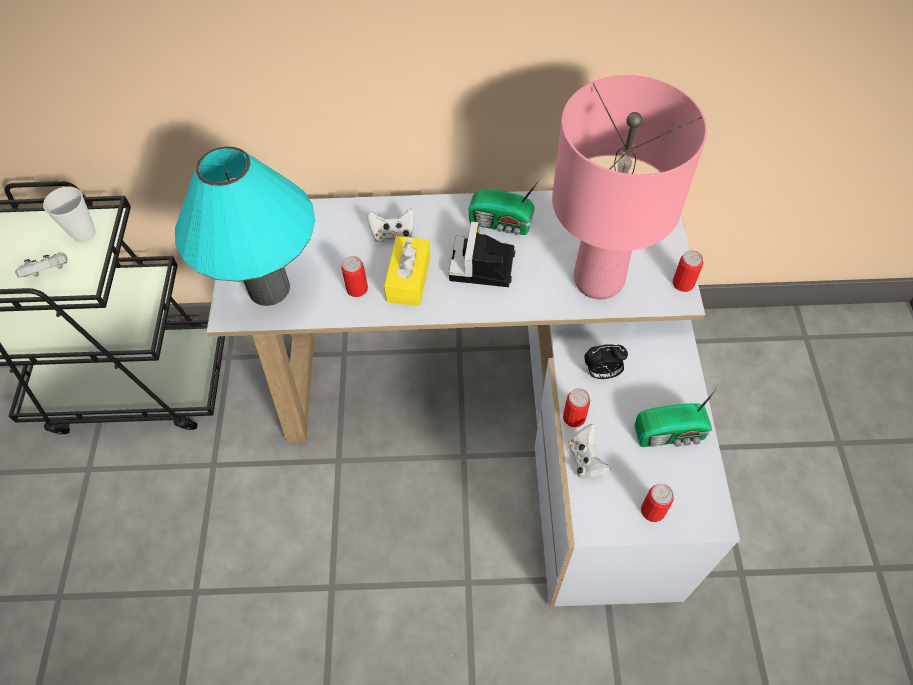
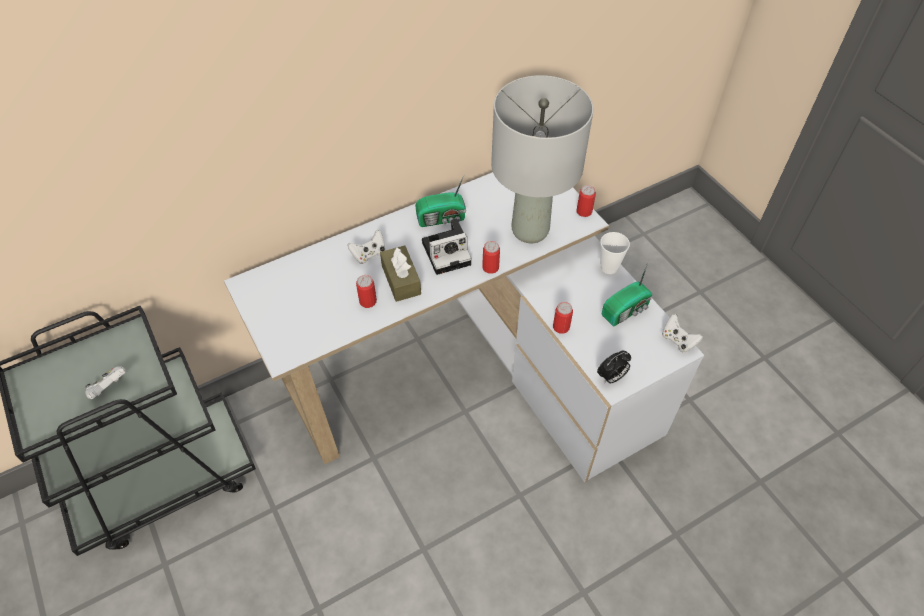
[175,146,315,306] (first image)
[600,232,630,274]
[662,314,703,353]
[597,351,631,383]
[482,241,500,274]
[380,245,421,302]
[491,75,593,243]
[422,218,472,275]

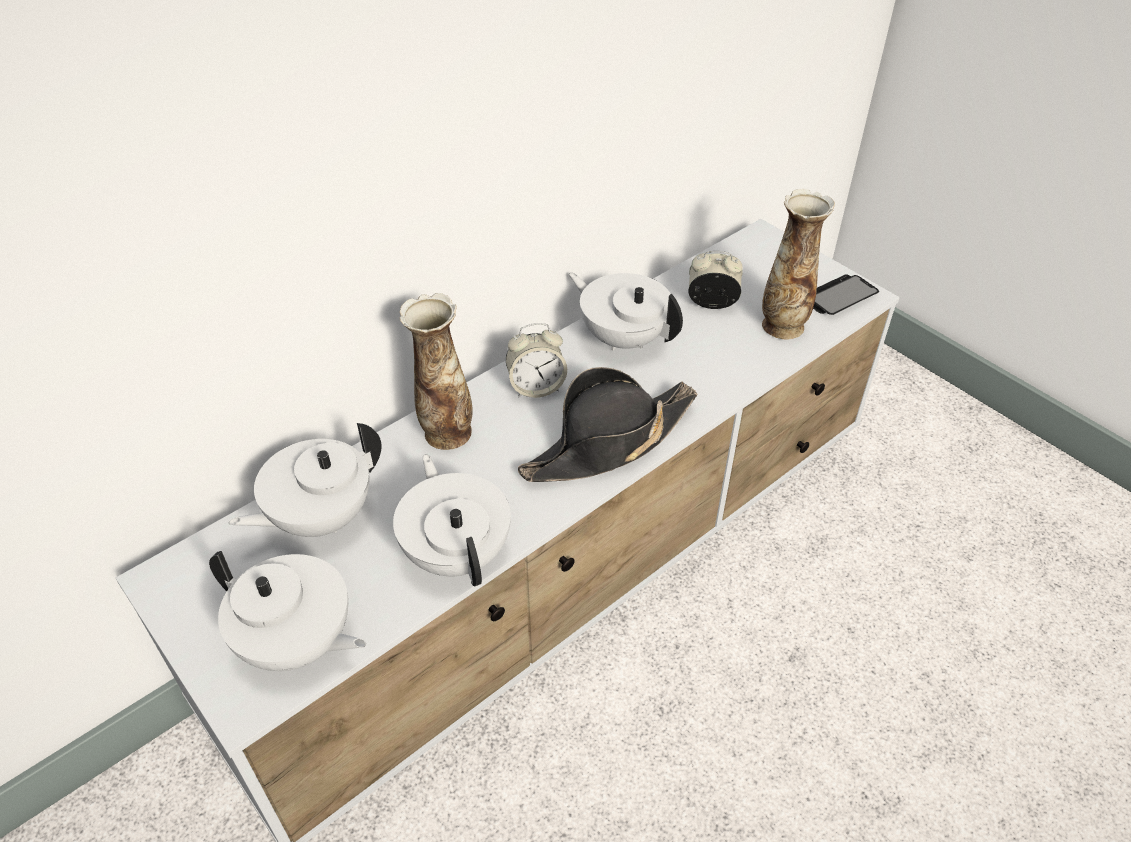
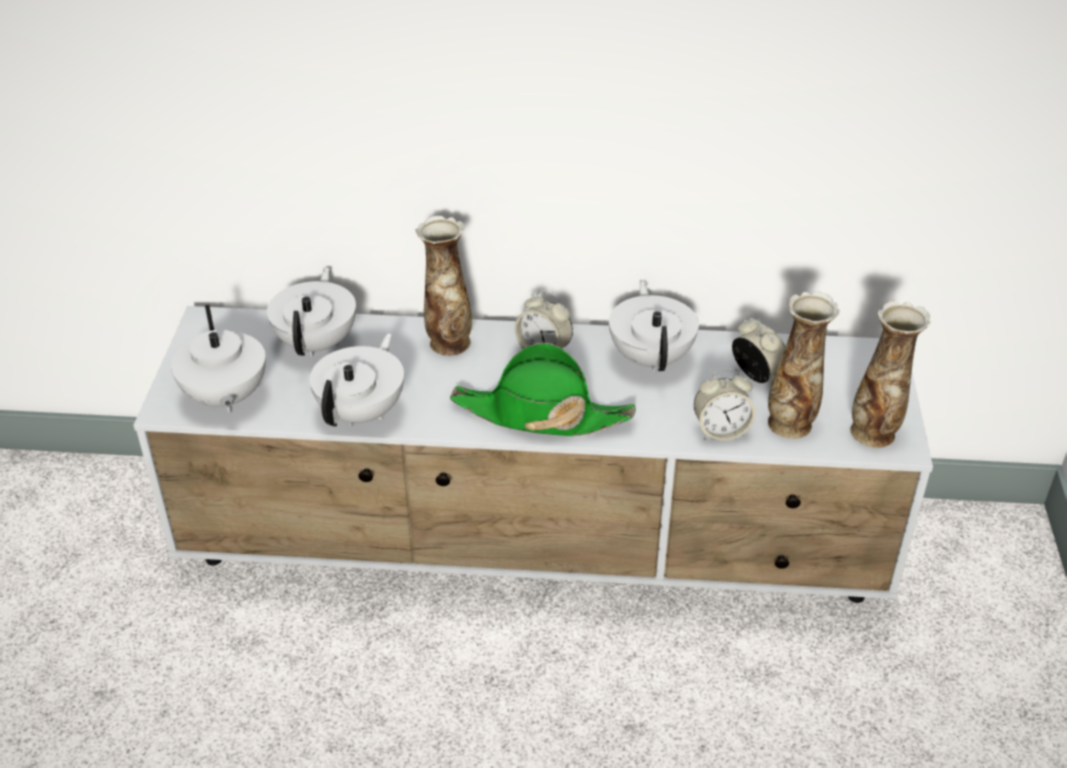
[694,369,756,441]
[851,301,930,448]
[450,343,636,436]
[267,267,356,357]

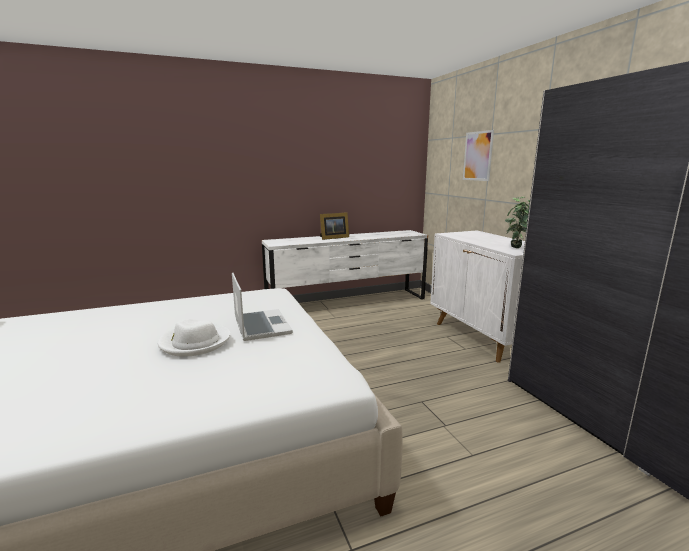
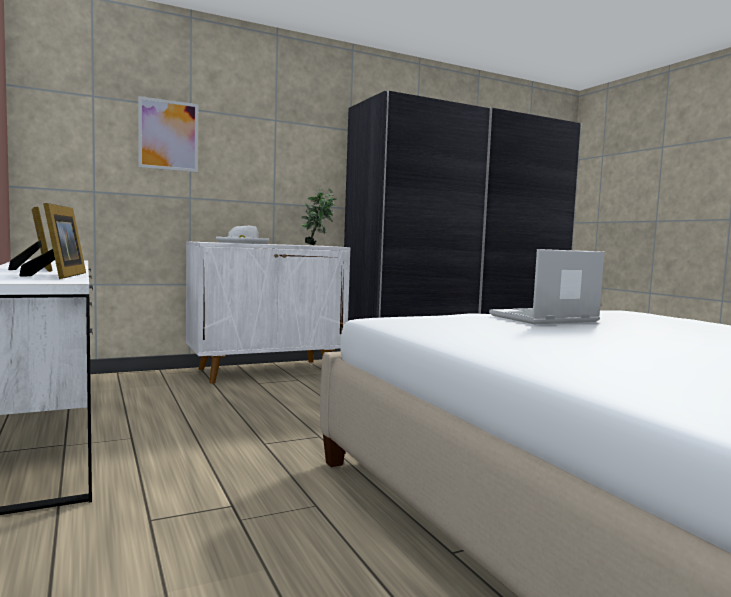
[19,203,86,279]
[216,226,269,244]

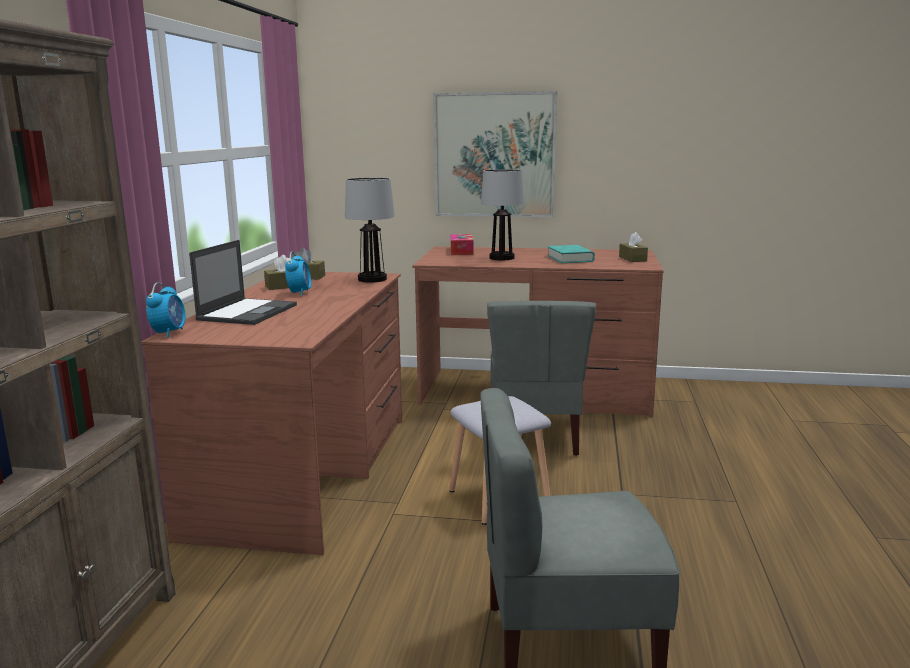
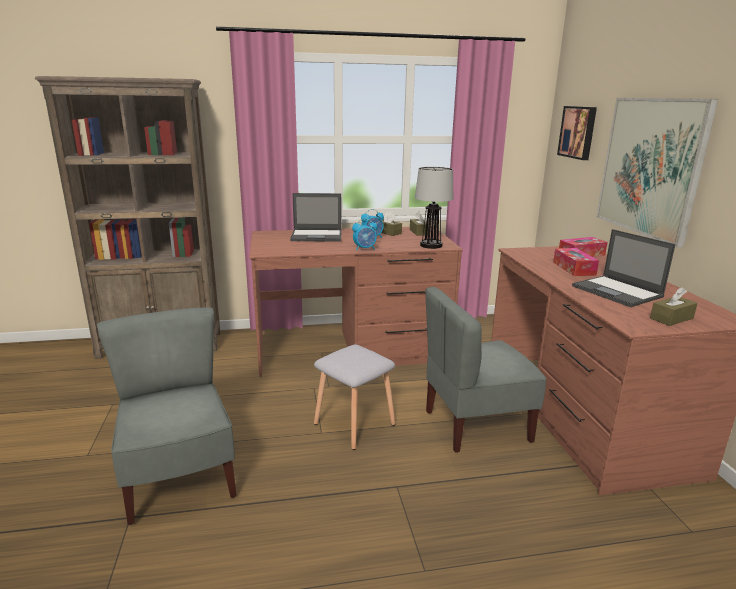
[557,106,597,160]
[352,218,377,251]
[553,248,599,276]
[572,229,676,307]

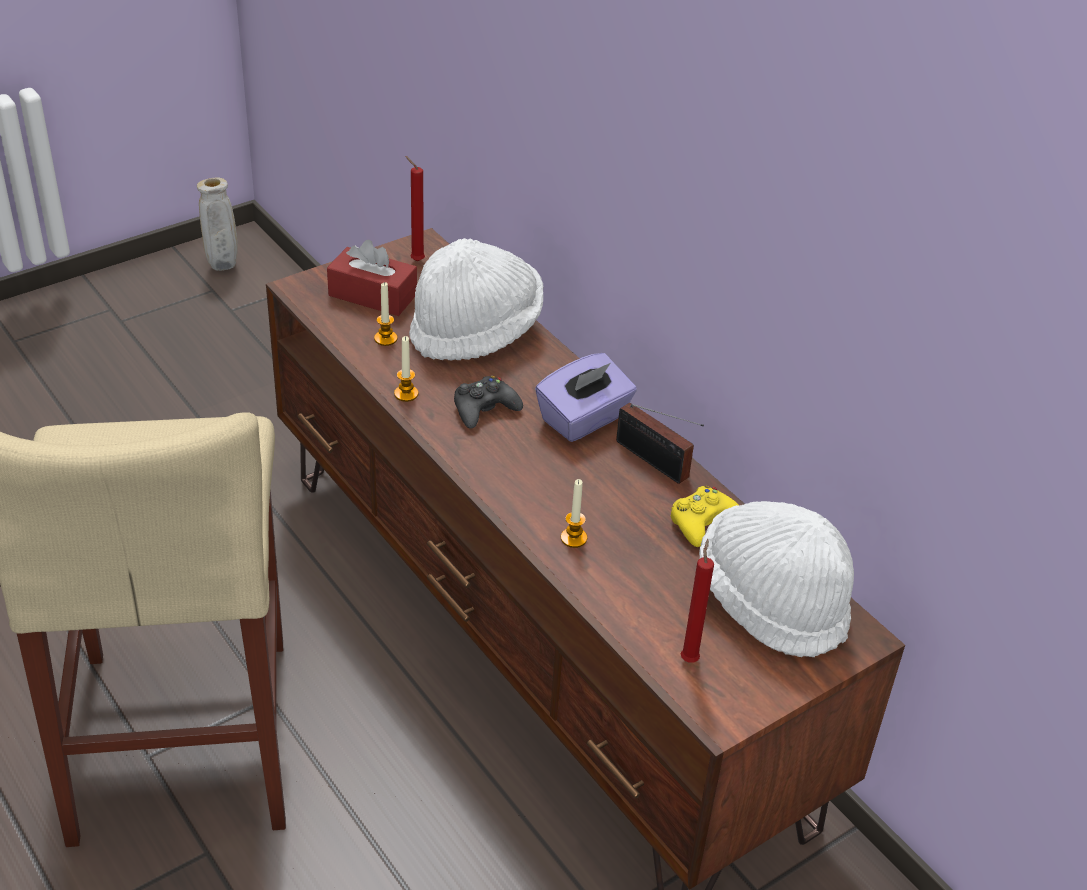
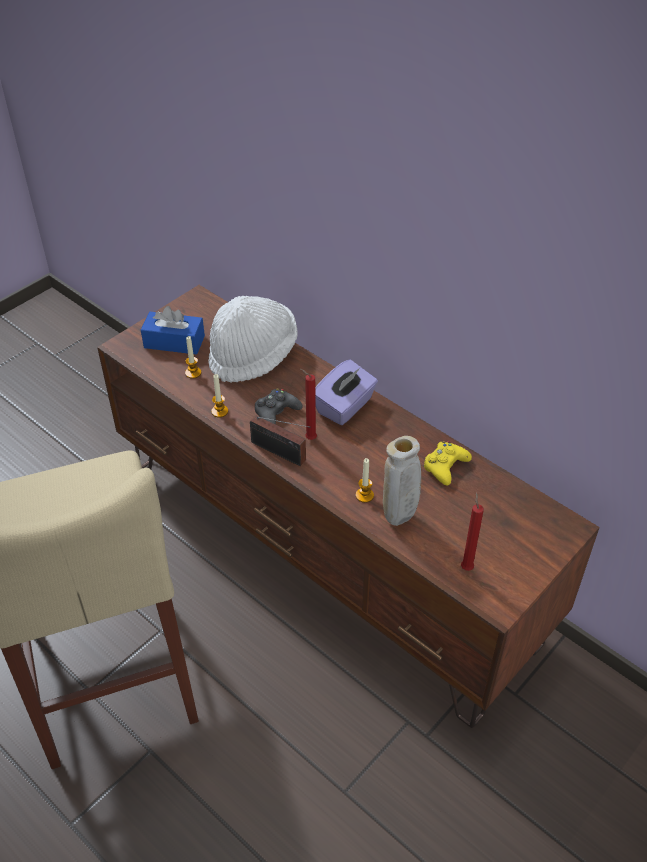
[699,501,854,657] (first image)
[383,436,421,526]
[300,369,317,440]
[250,416,310,466]
[141,306,205,355]

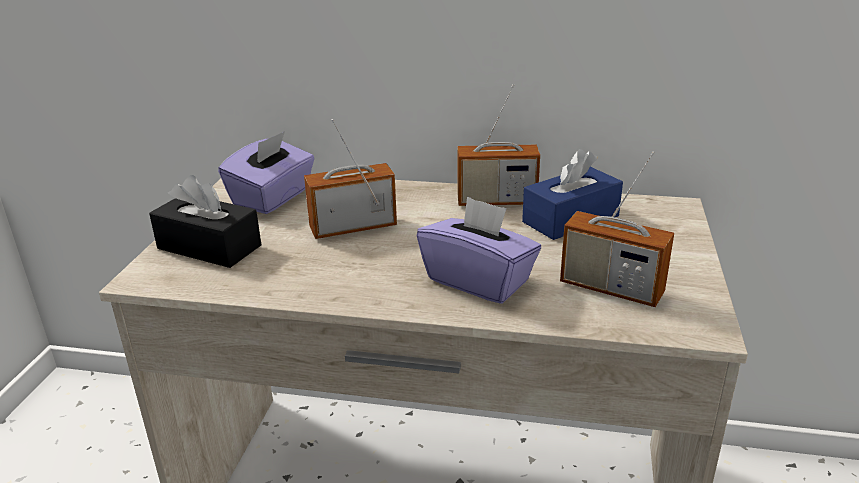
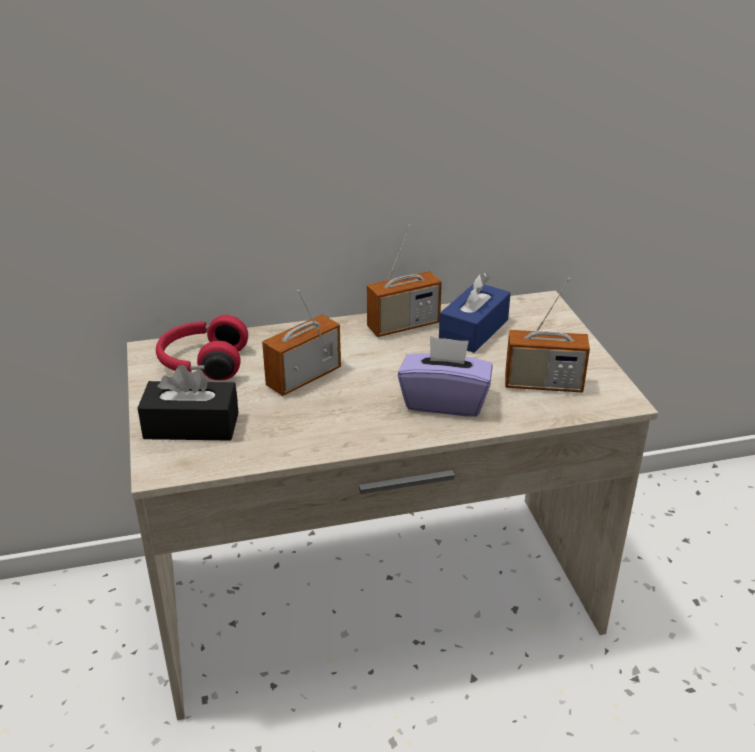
[156,315,248,381]

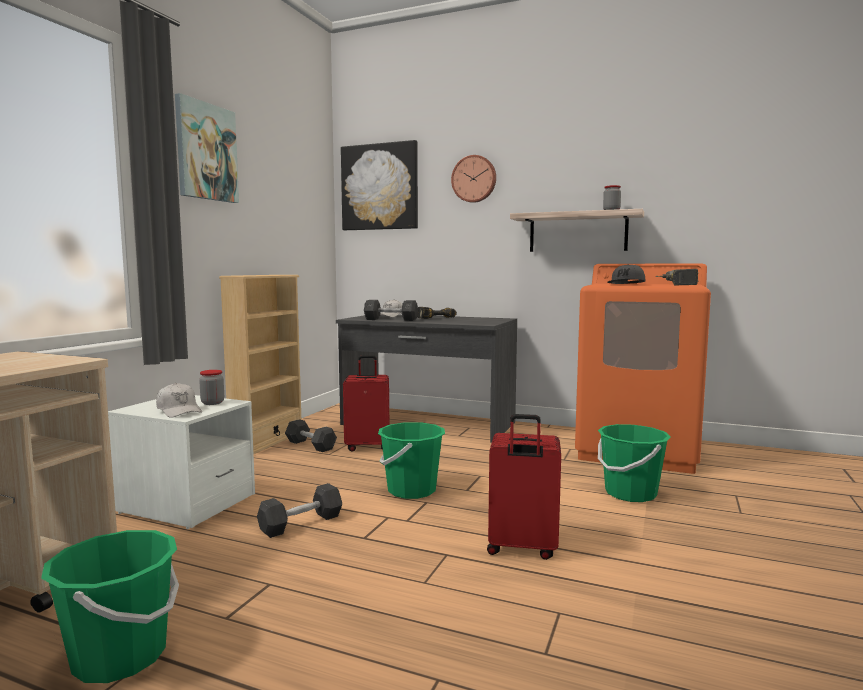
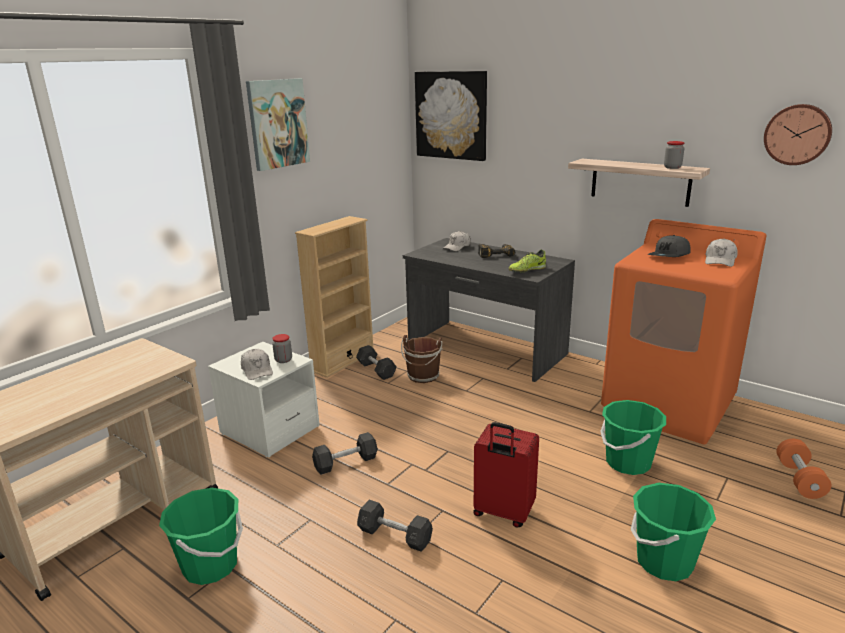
[508,250,546,272]
[776,439,831,499]
[357,500,433,552]
[631,483,716,581]
[764,104,832,165]
[401,335,443,383]
[705,238,738,267]

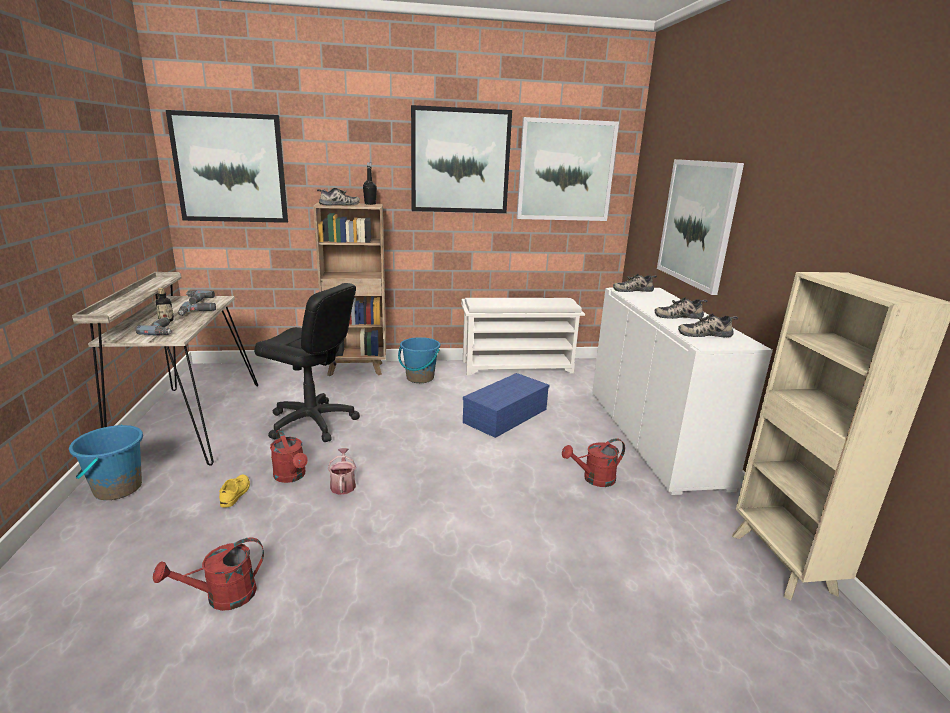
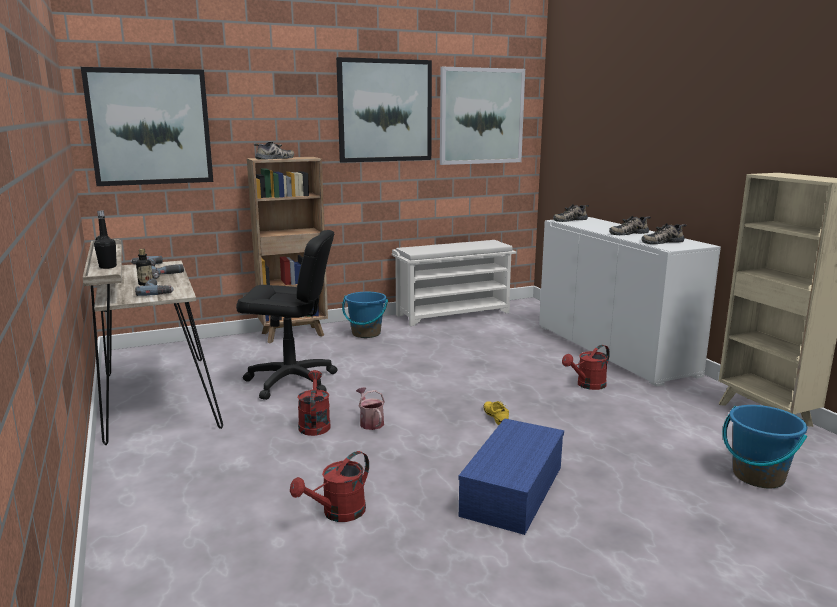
[657,159,744,295] (first image)
[723,405,807,488]
[484,401,509,425]
[94,211,117,269]
[458,418,564,535]
[298,370,330,436]

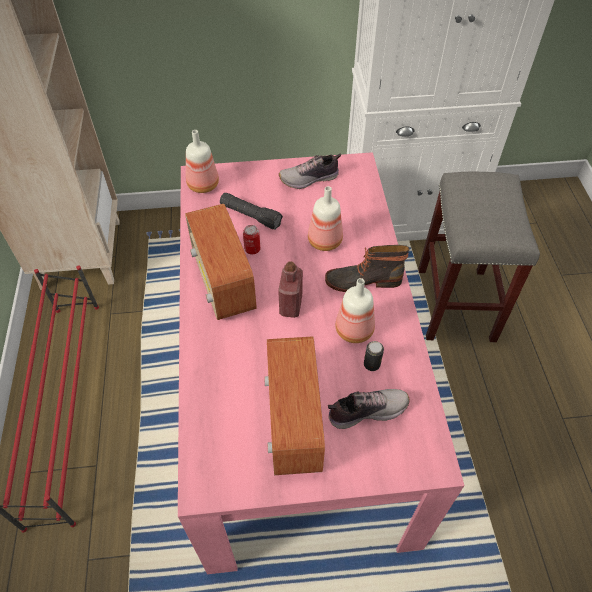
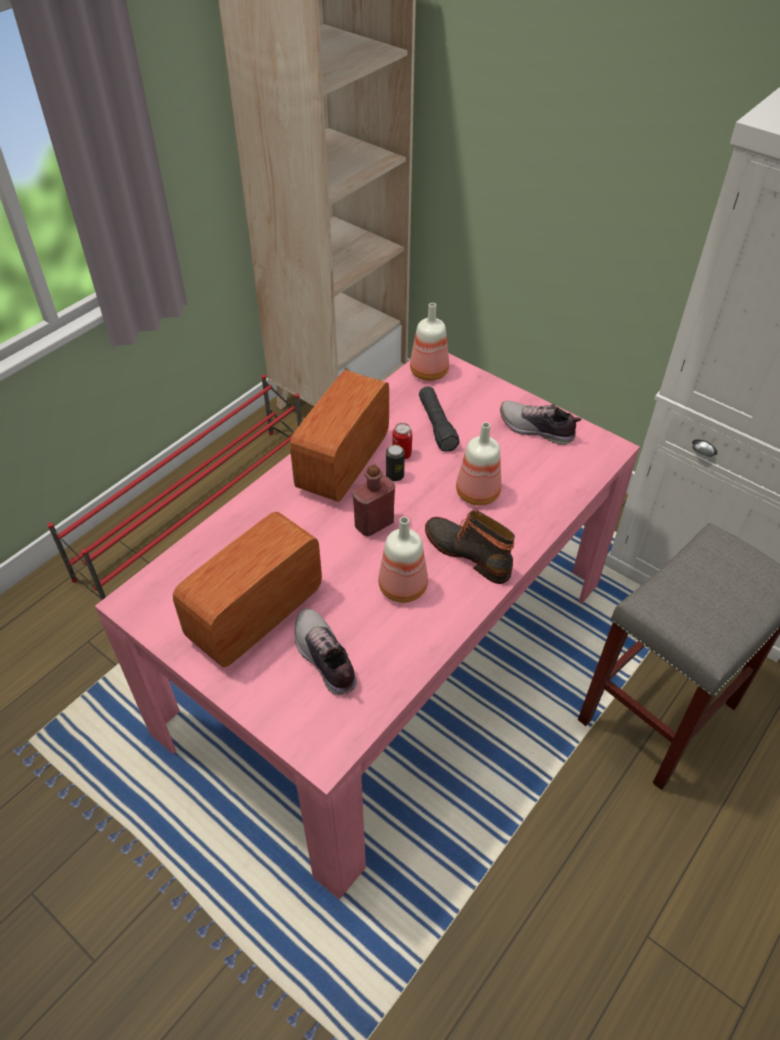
[386,445,405,481]
[295,608,357,695]

